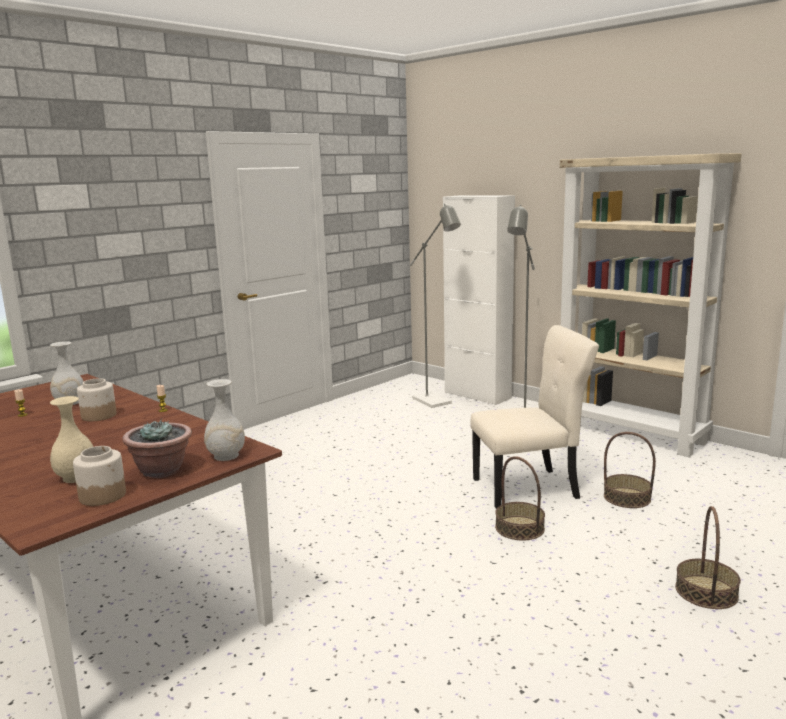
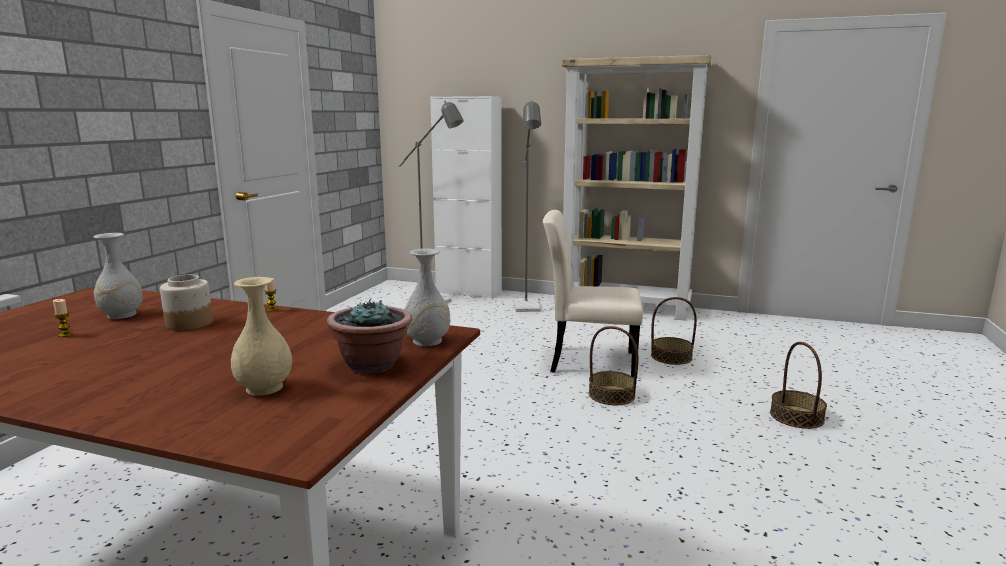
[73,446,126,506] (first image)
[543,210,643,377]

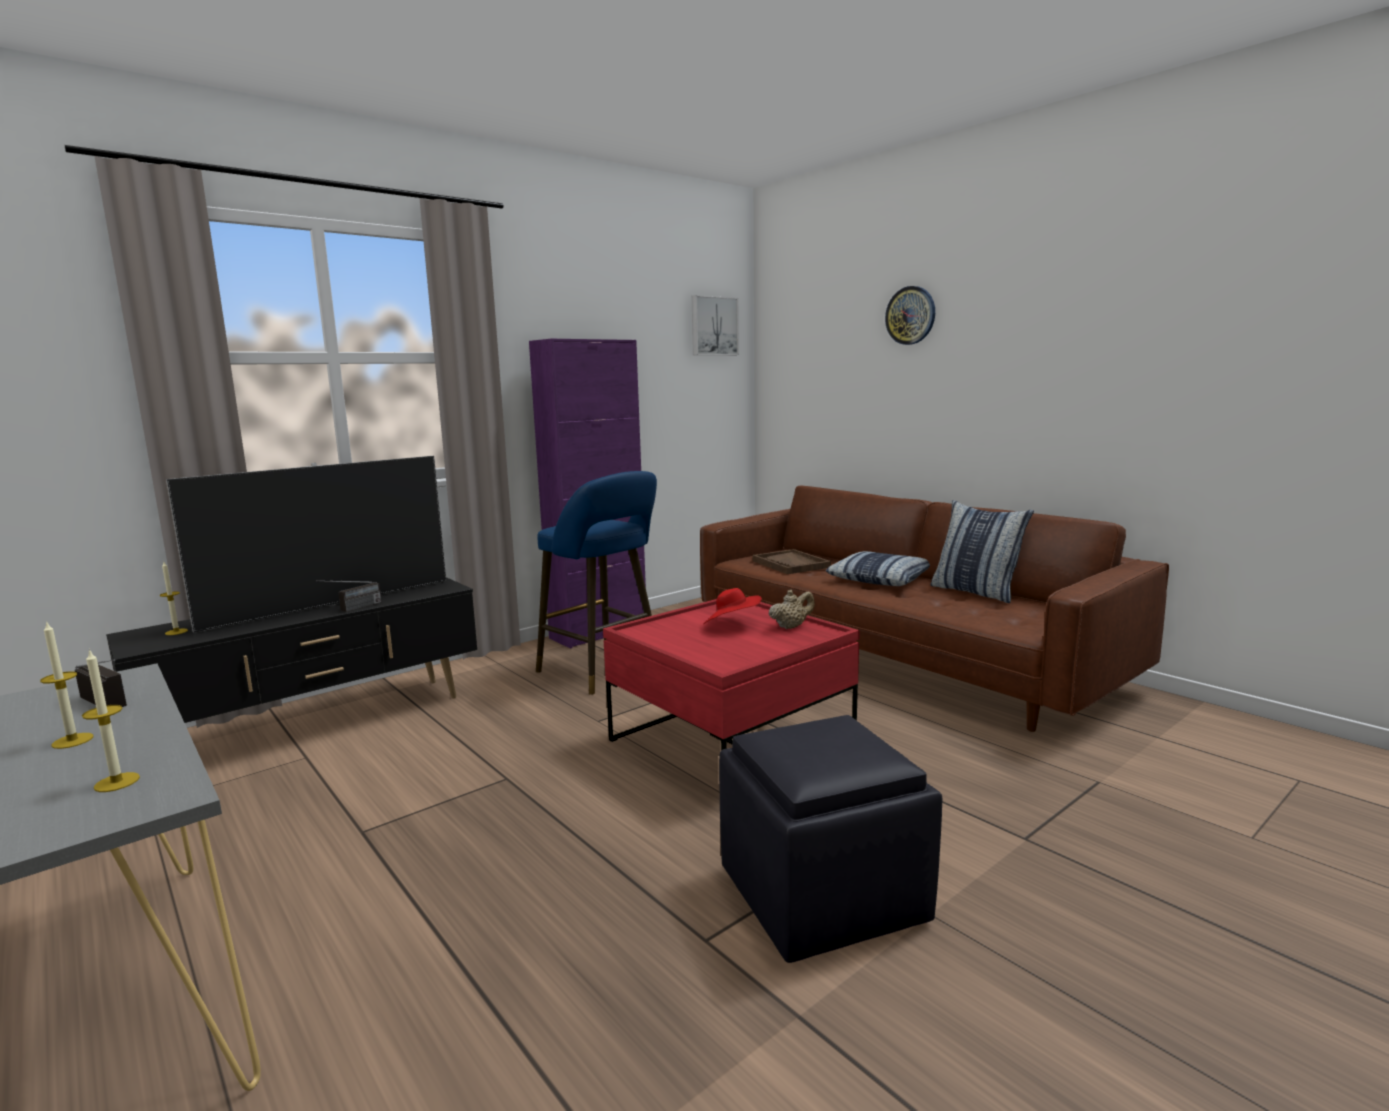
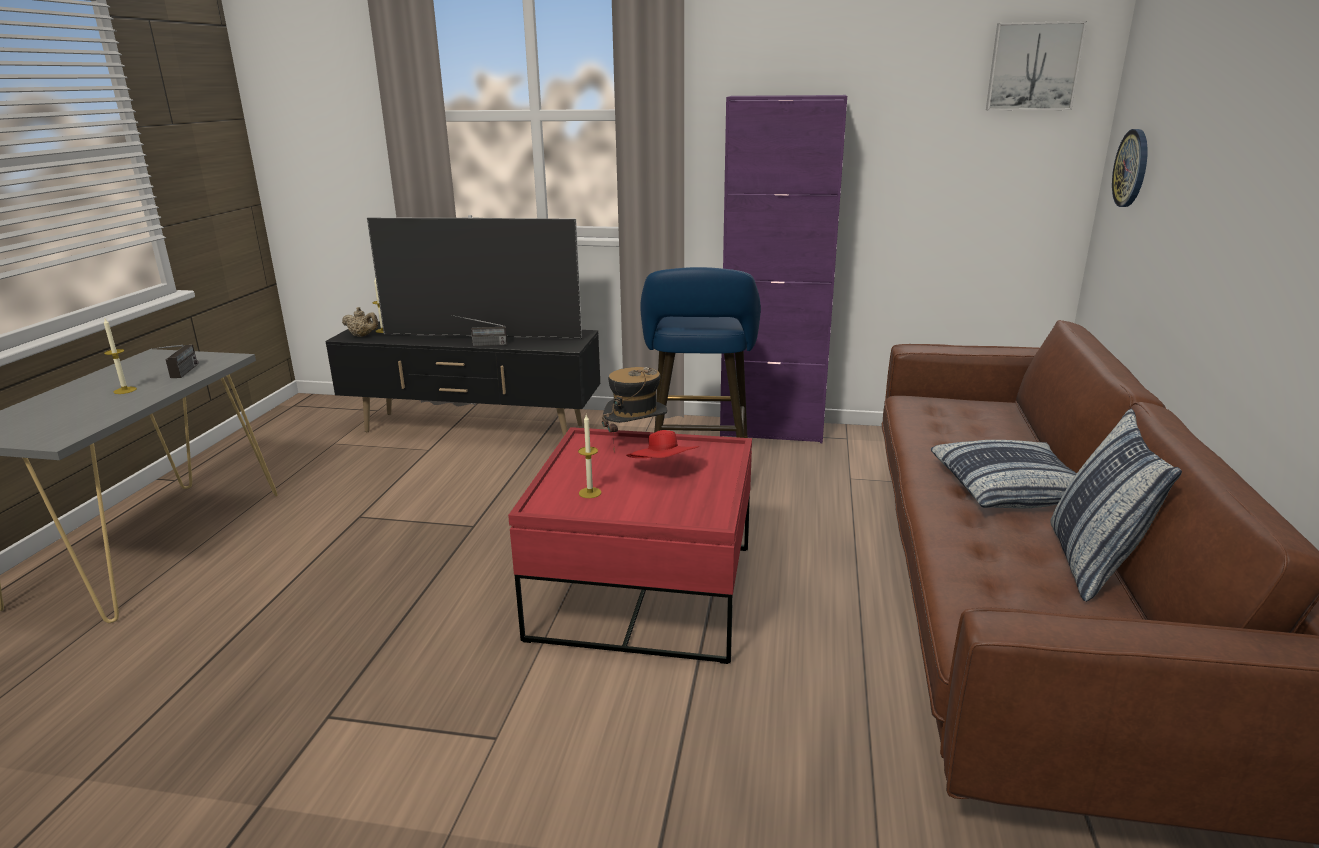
[719,715,943,963] (first image)
[752,549,831,574] (first image)
[602,367,667,450]
[578,415,602,498]
[342,307,378,337]
[1112,129,1148,207]

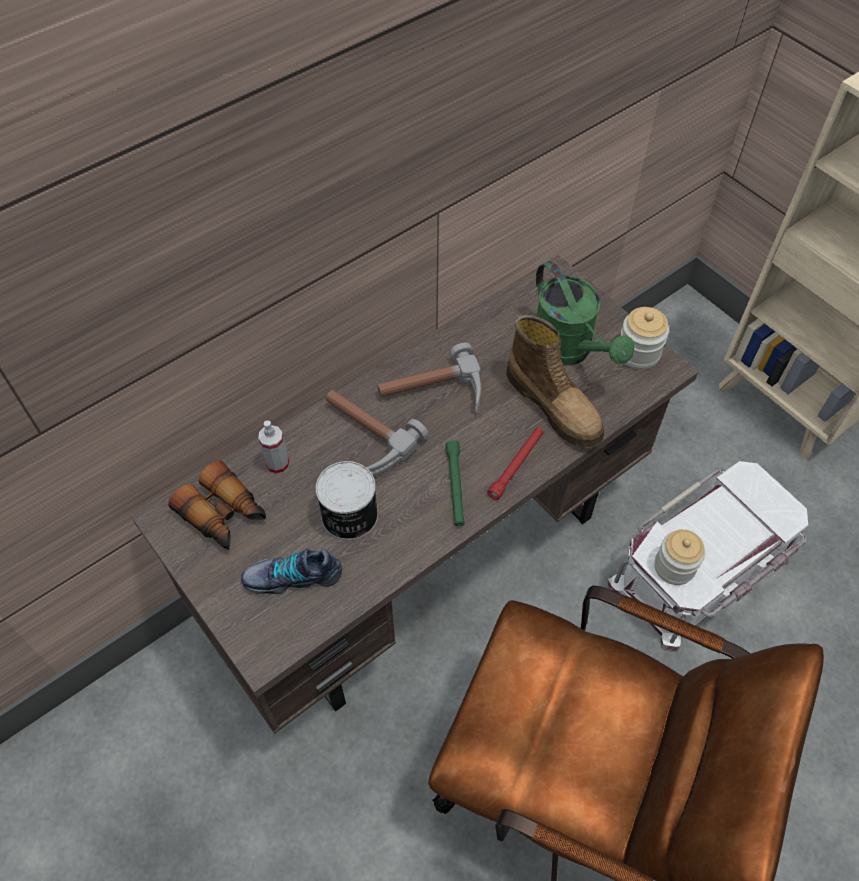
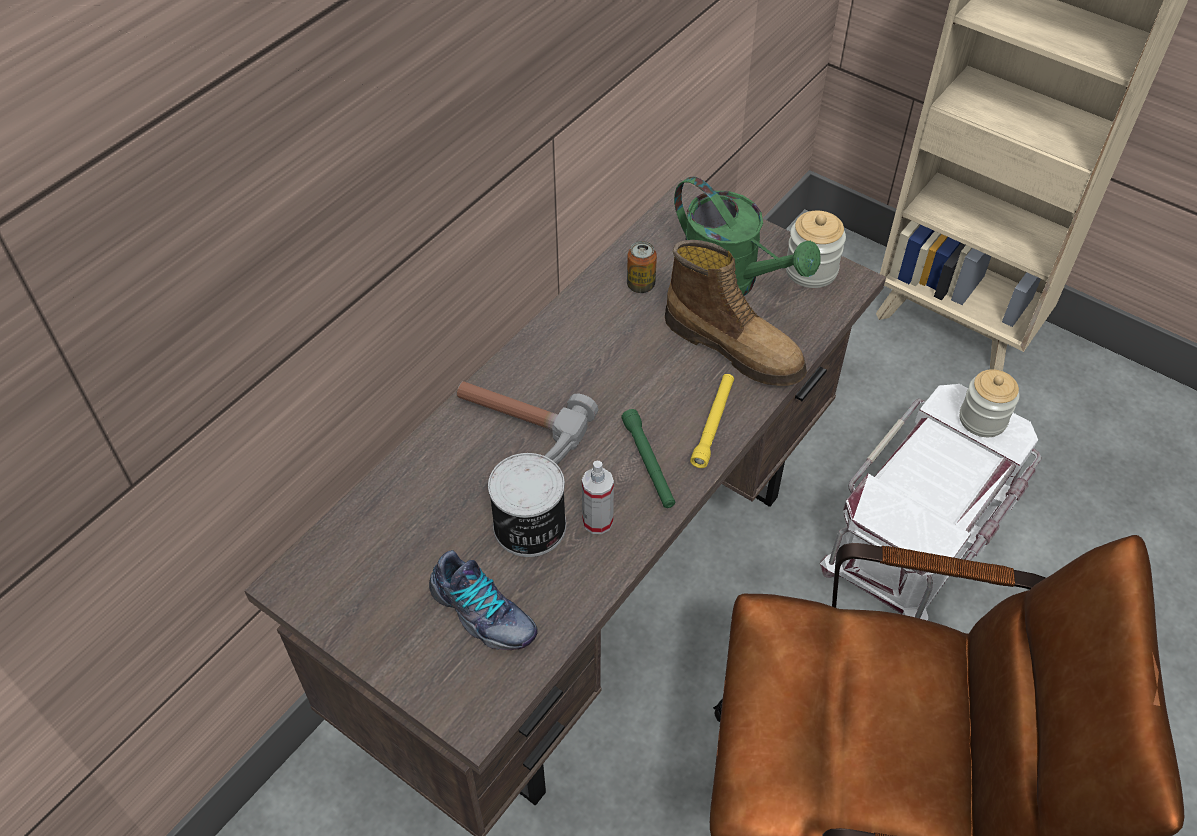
[168,460,266,549] (first image)
[378,343,481,412] (first image)
[627,241,657,293]
[582,461,614,534]
[959,369,1020,437]
[690,374,734,468]
[429,550,538,650]

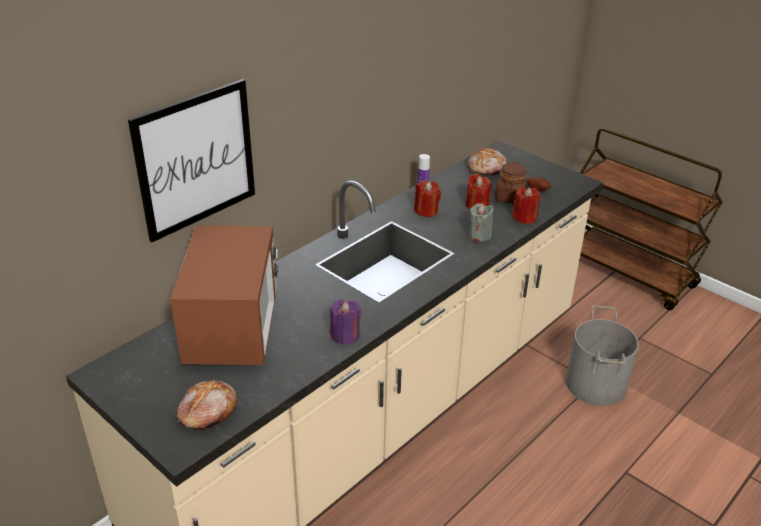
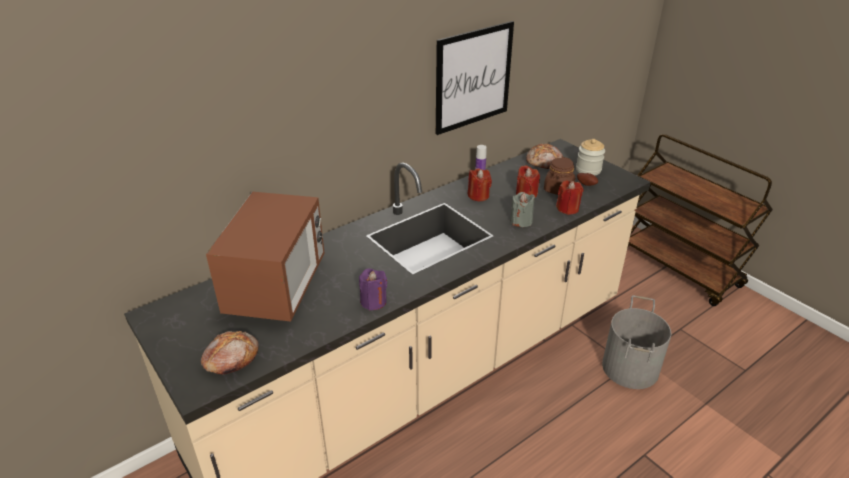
[576,139,605,176]
[436,21,514,135]

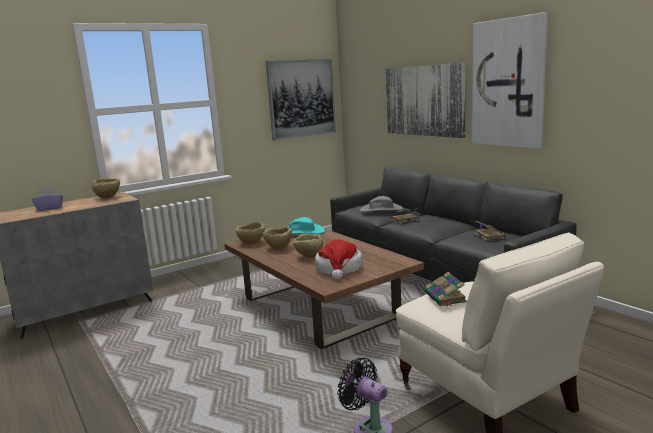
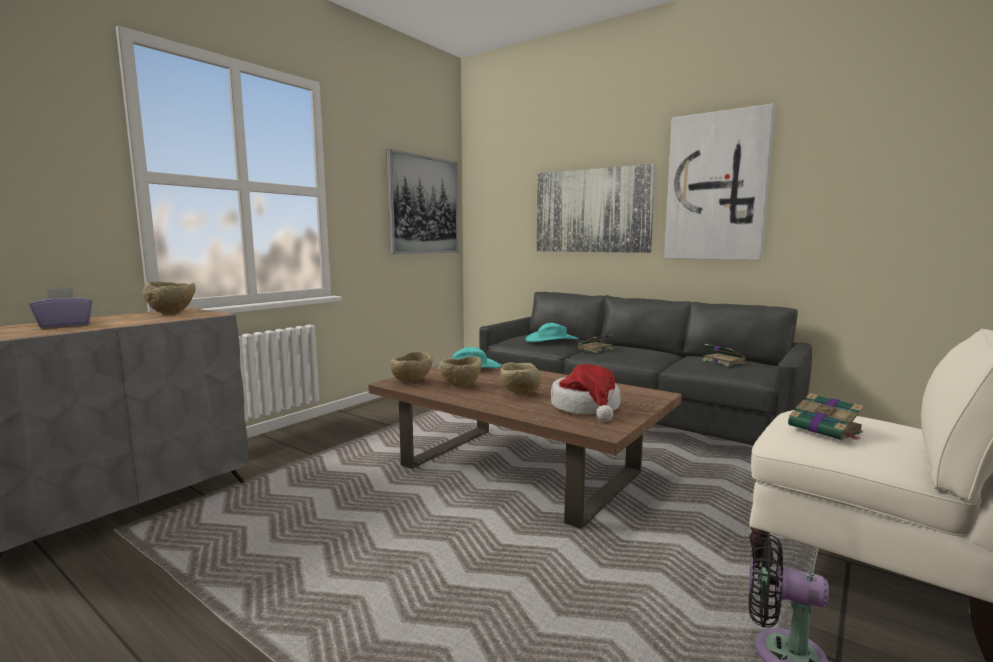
[525,323,579,342]

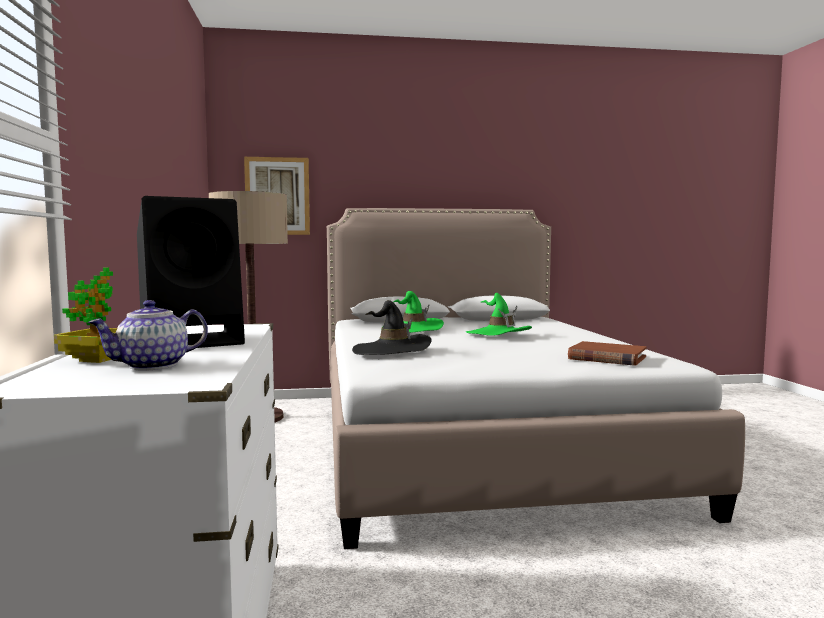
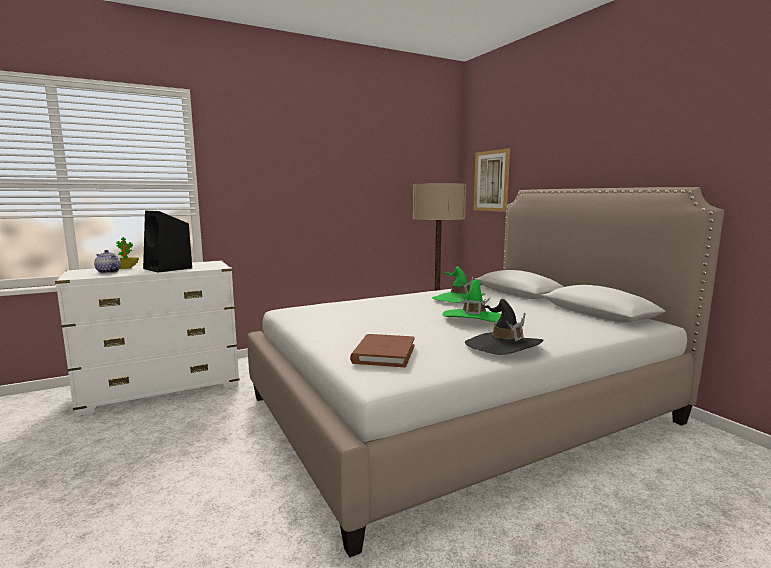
[465,299,544,355]

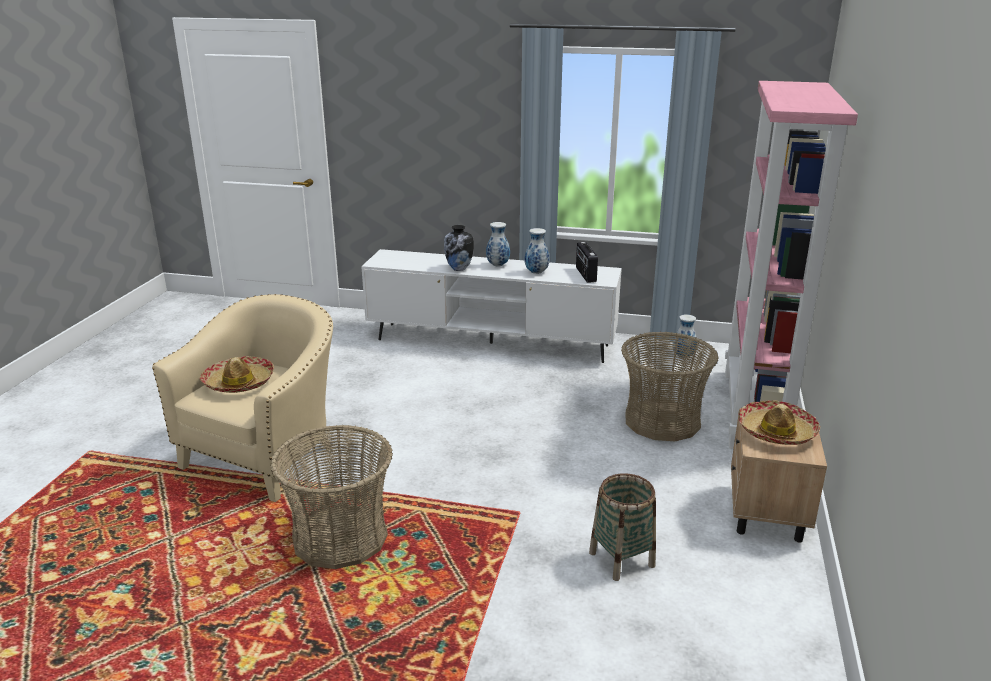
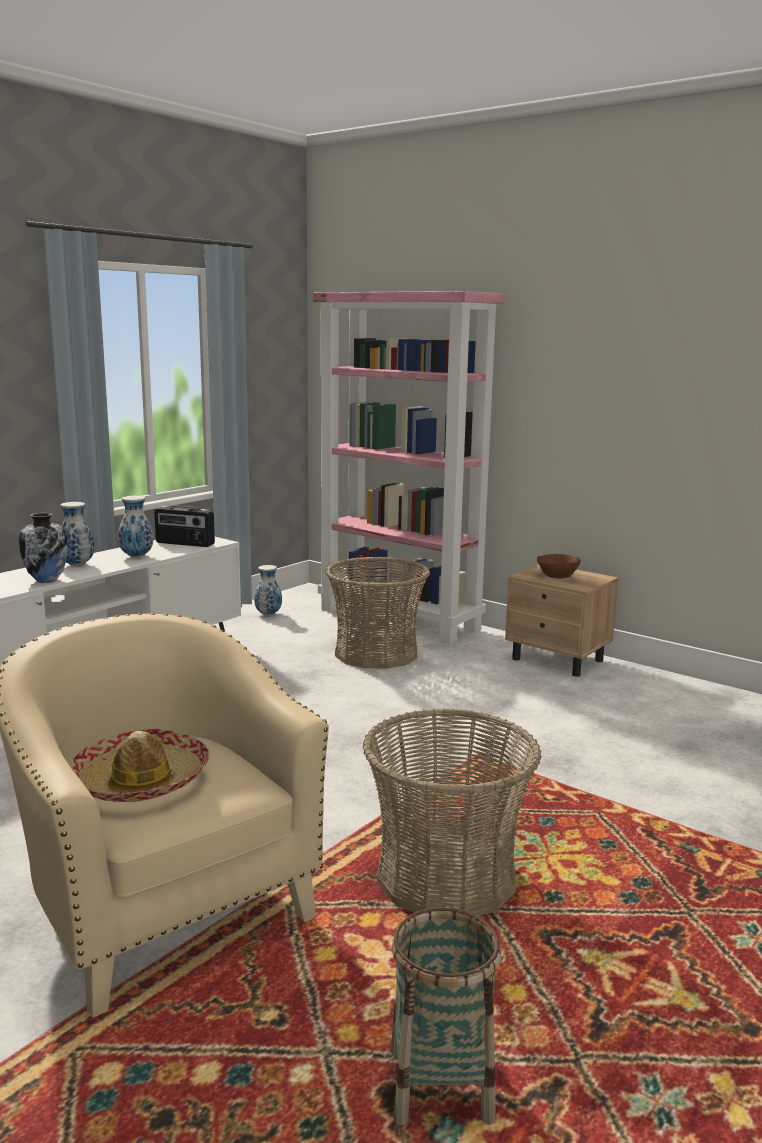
[391,907,501,1125]
[537,554,581,578]

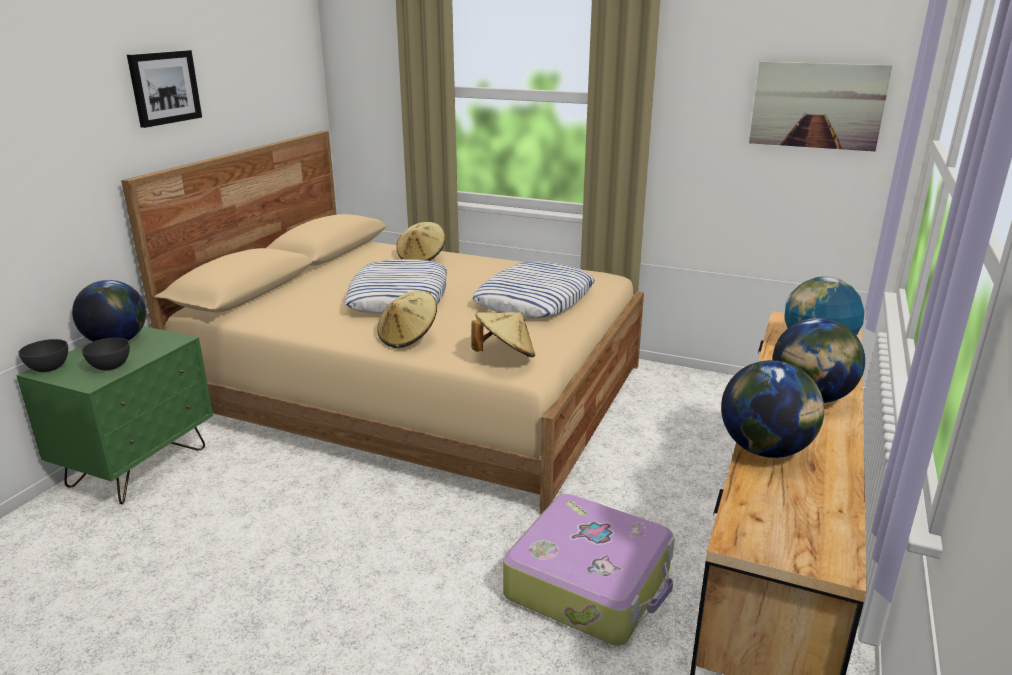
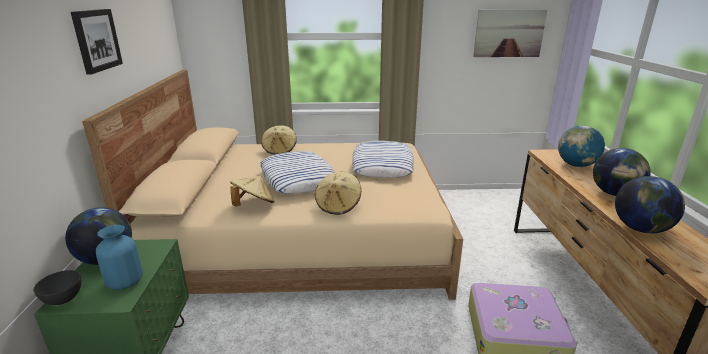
[230,176,275,207]
[96,225,143,290]

